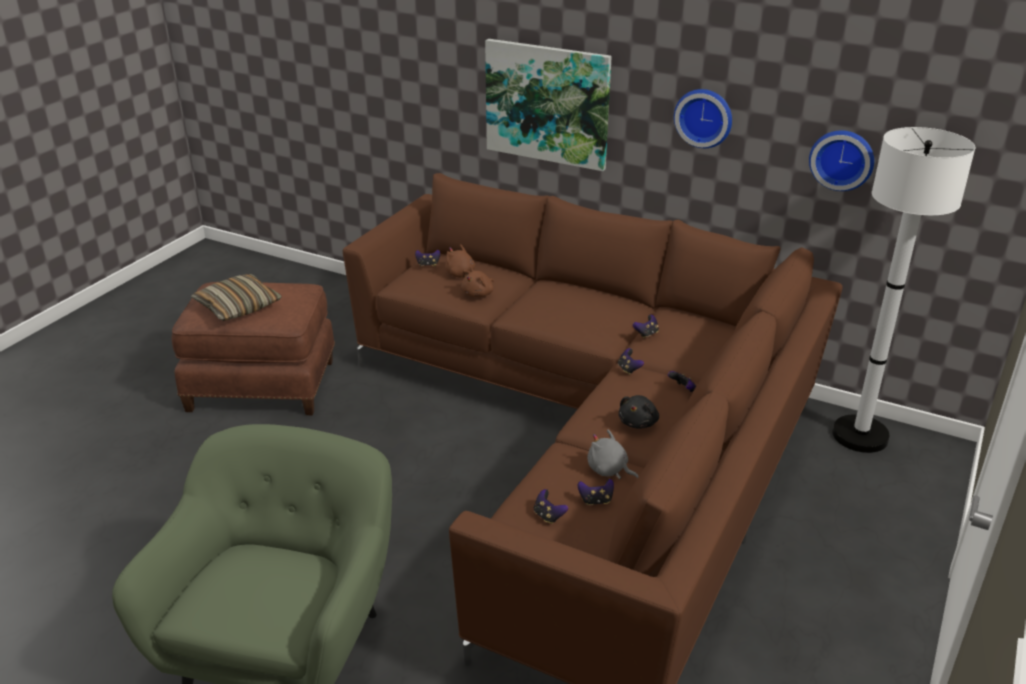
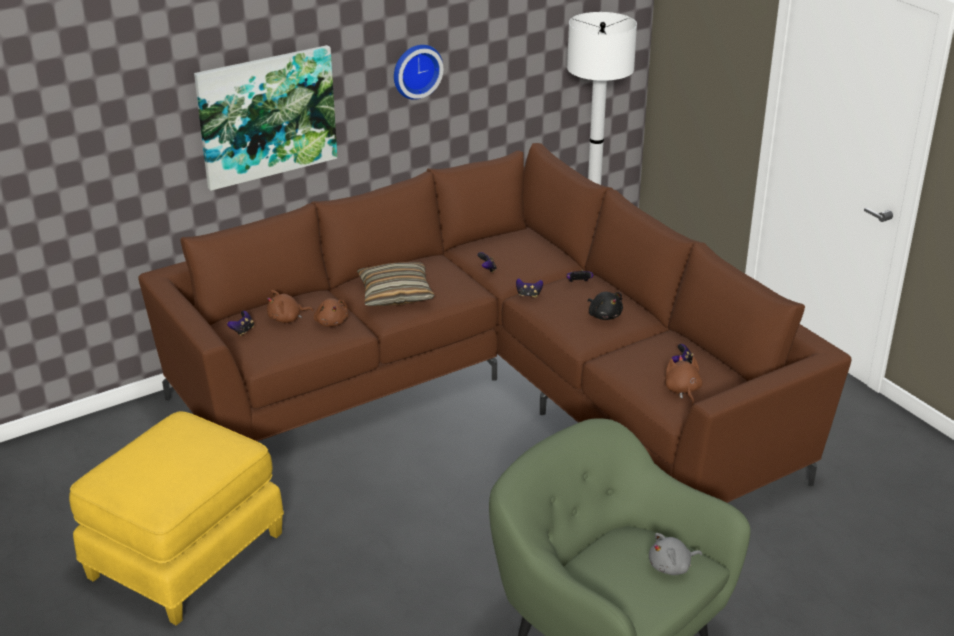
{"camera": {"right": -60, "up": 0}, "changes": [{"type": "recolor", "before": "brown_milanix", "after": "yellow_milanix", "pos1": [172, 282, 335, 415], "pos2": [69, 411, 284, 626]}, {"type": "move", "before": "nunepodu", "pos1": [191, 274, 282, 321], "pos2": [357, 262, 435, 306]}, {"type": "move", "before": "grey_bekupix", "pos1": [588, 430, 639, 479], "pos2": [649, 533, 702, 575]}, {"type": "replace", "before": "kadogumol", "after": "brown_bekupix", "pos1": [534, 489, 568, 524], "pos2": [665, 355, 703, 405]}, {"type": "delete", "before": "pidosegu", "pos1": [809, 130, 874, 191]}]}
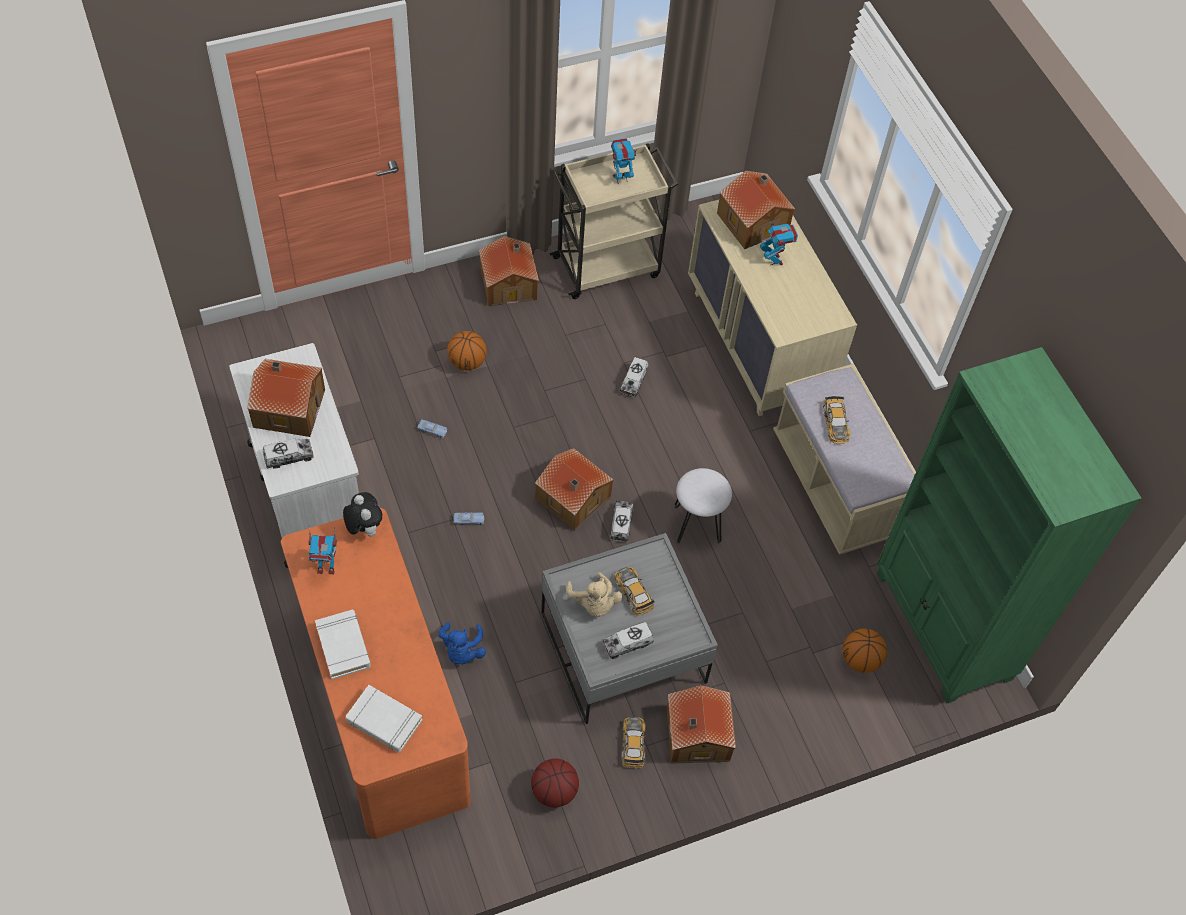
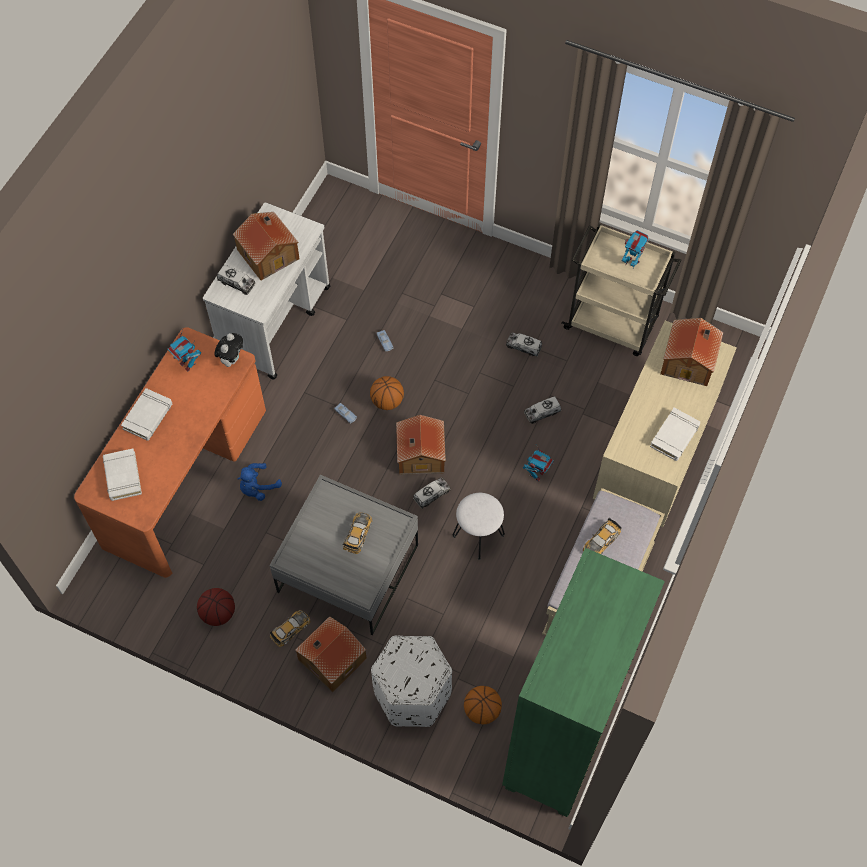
{"camera": {"right": 50, "up": 5}, "changes": [{"type": "move", "before": "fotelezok", "pos1": [447, 331, 487, 371], "pos2": [370, 376, 404, 410]}, {"type": "insert", "after": "white_milanix", "pos2": [371, 635, 452, 727]}, {"type": "move", "before": "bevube", "pos1": [602, 622, 654, 659], "pos2": [506, 333, 542, 357]}, {"type": "move", "before": "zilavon", "pos1": [760, 221, 798, 265], "pos2": [523, 448, 554, 482]}, {"type": "insert", "after": "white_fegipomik", "pos2": [650, 408, 700, 461]}, {"type": "delete", "before": "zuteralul", "pos1": [479, 236, 539, 307]}, {"type": "delete", "before": "beige_bekupix", "pos1": [566, 572, 623, 617]}]}
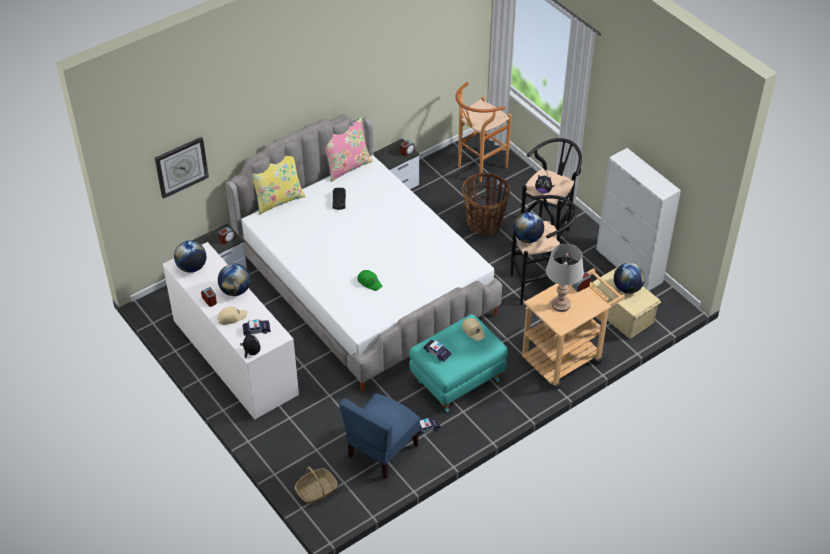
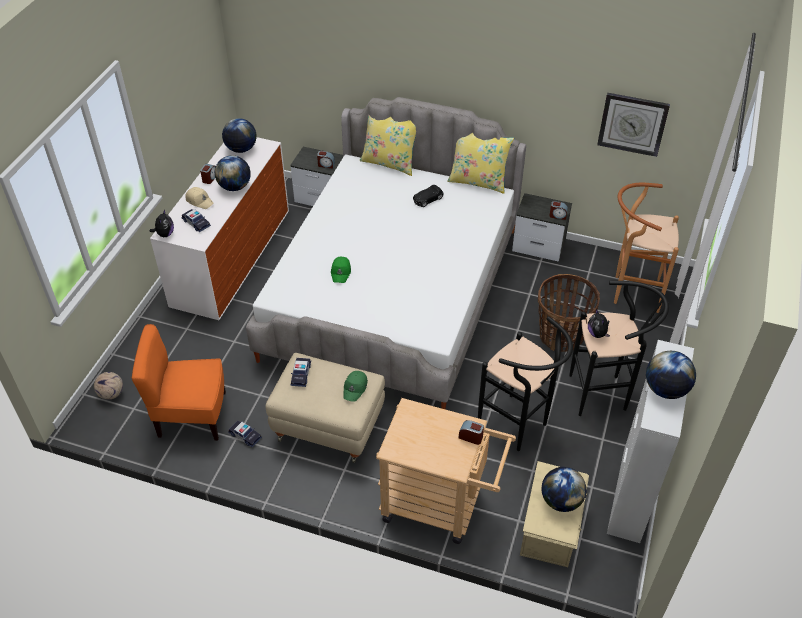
{"camera": {"right": 55, "up": 0}, "changes": [{"type": "replace", "before": "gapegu", "after": "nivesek", "pos1": [295, 466, 338, 504], "pos2": [94, 372, 123, 399]}, {"type": "recolor", "before": "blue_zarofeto", "after": "orange_zarofeto", "pos1": [339, 393, 420, 478], "pos2": [132, 324, 226, 441]}, {"type": "recolor", "before": "turquoise_milanix", "after": "beige_milanix", "pos1": [409, 314, 508, 412], "pos2": [265, 353, 385, 463]}, {"type": "recolor", "before": "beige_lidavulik", "after": "green_lidavulik", "pos1": [462, 318, 485, 341], "pos2": [344, 371, 368, 402]}, {"type": "recolor", "before": "pink_nunepodu", "after": "yellow_nunepodu", "pos1": [325, 117, 373, 182], "pos2": [447, 133, 514, 194]}, {"type": "move", "before": "pidosegu", "pos1": [155, 137, 209, 199], "pos2": [597, 93, 670, 157]}, {"type": "move", "before": "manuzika", "pos1": [513, 212, 544, 243], "pos2": [646, 351, 696, 399]}, {"type": "delete", "before": "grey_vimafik", "pos1": [546, 244, 584, 312]}]}
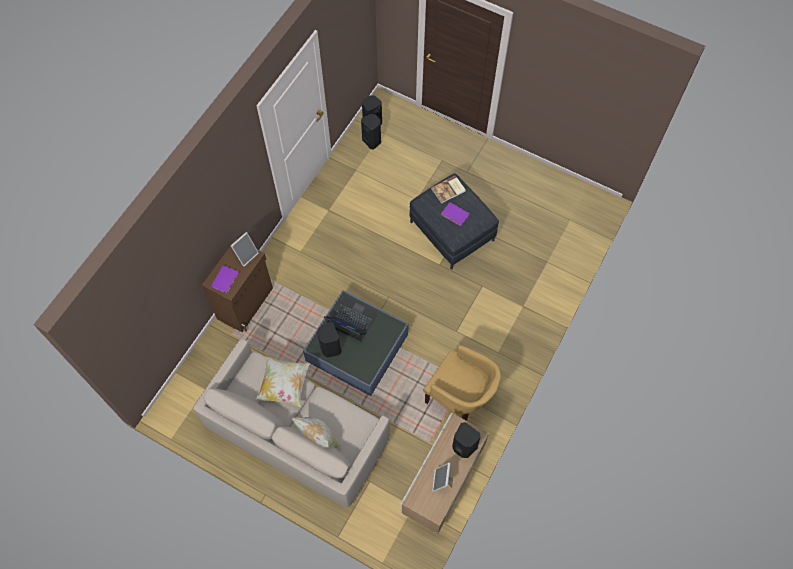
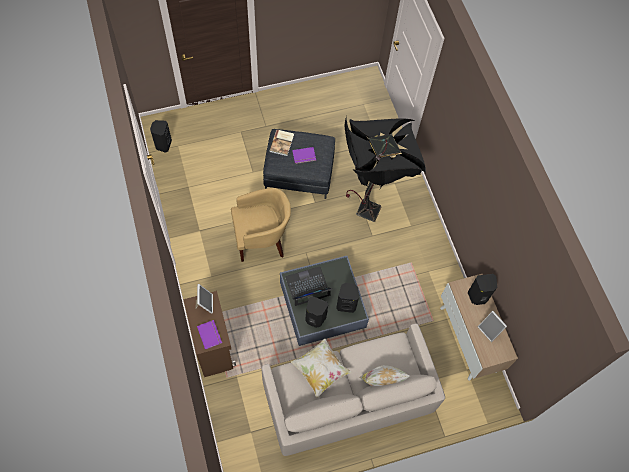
{"camera": {"right": -50, "up": 0}, "changes": [{"type": "move", "before": "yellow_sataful", "pos1": [423, 345, 501, 421], "pos2": [231, 188, 291, 262]}, {"type": "move", "before": "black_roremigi", "pos1": [361, 114, 381, 149], "pos2": [336, 283, 359, 313]}, {"type": "insert", "after": "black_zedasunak", "pos2": [344, 116, 426, 222]}]}
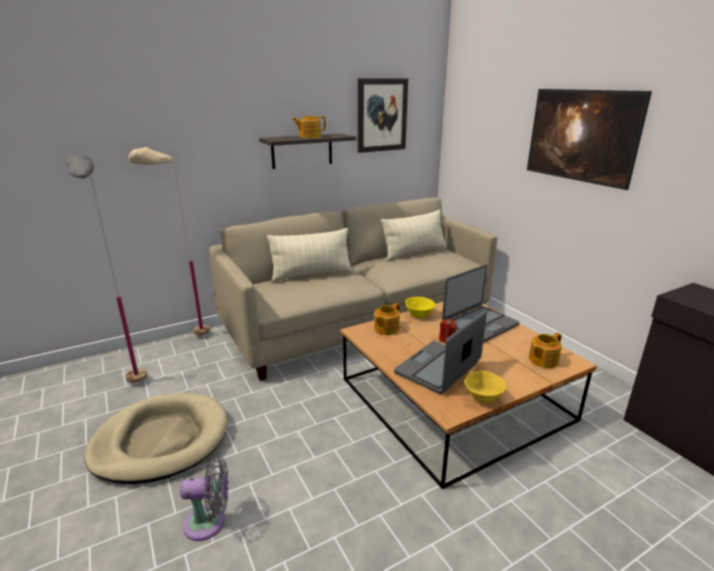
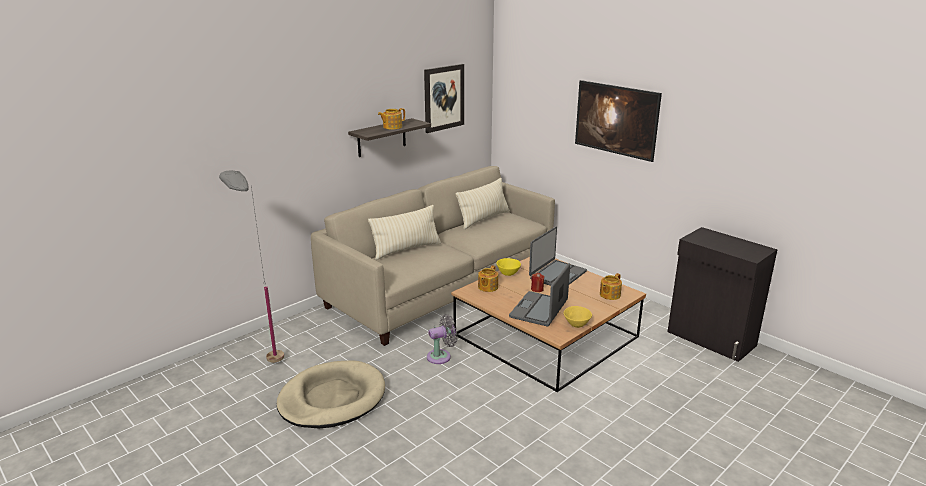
{"camera": {"right": -15, "up": 0}, "changes": [{"type": "move", "before": "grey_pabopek", "pos1": [180, 457, 229, 541], "pos2": [427, 315, 458, 364]}, {"type": "delete", "before": "beige_zedasunak", "pos1": [128, 147, 210, 336]}]}
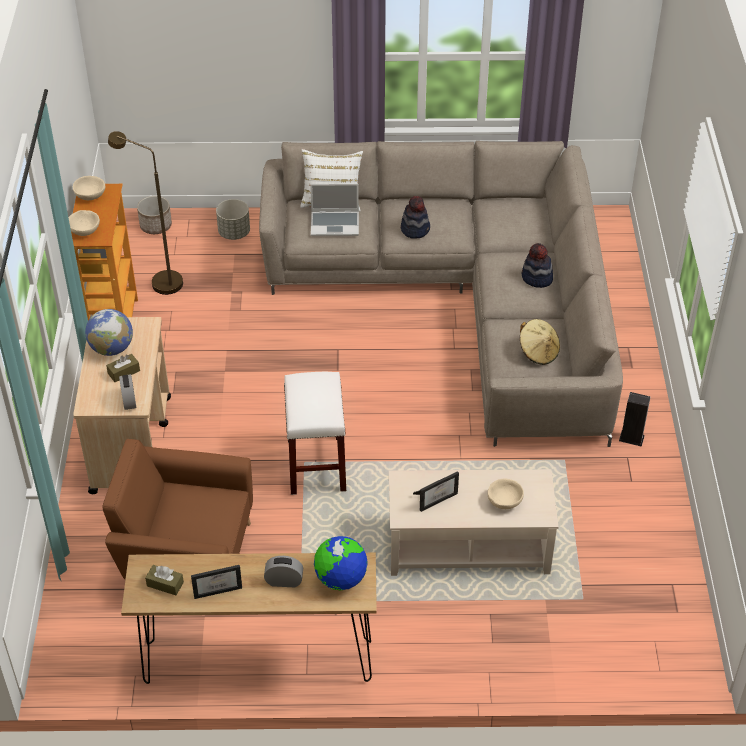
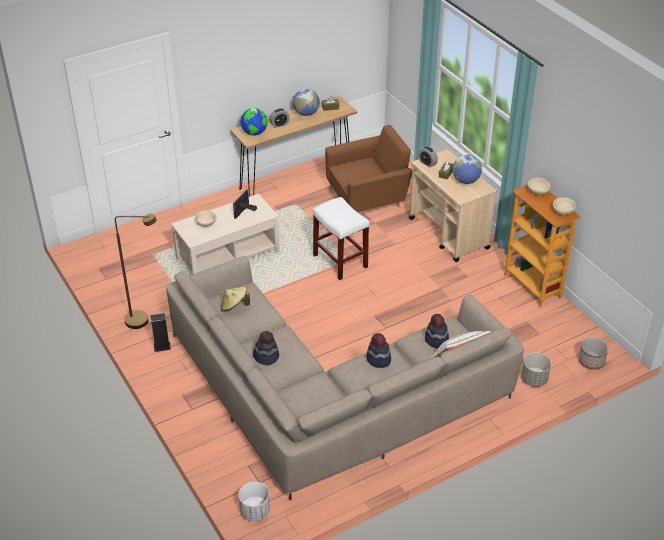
{"camera": {"right": 150, "up": -5}, "changes": [{"type": "move", "before": "brown_zedasunak", "pos1": [108, 131, 183, 295], "pos2": [115, 213, 157, 329]}, {"type": "insert", "after": "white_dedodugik", "pos2": [239, 482, 270, 521]}, {"type": "replace", "before": "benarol", "after": "manuzika", "pos1": [191, 565, 242, 599], "pos2": [293, 89, 320, 116]}, {"type": "replace", "before": "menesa", "after": "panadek", "pos1": [310, 184, 359, 236], "pos2": [425, 314, 449, 348]}]}
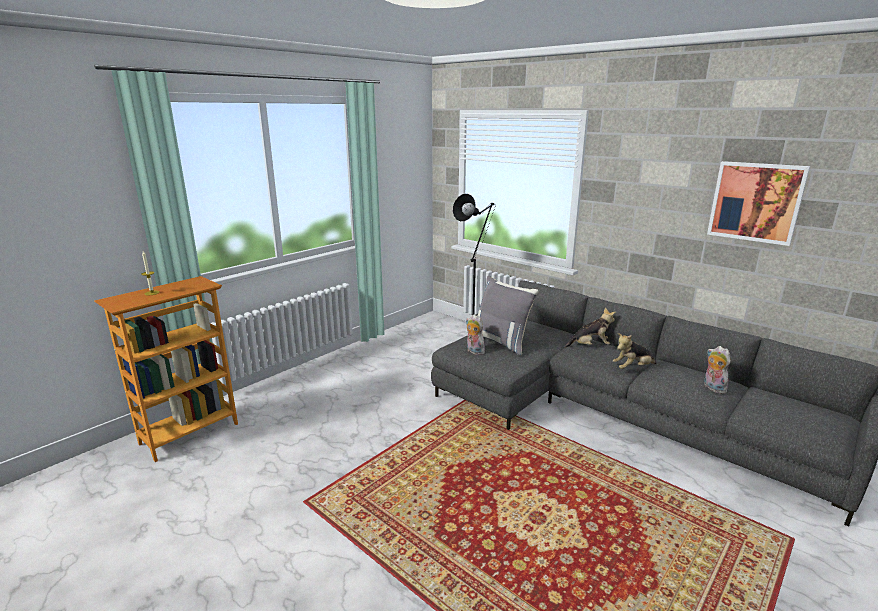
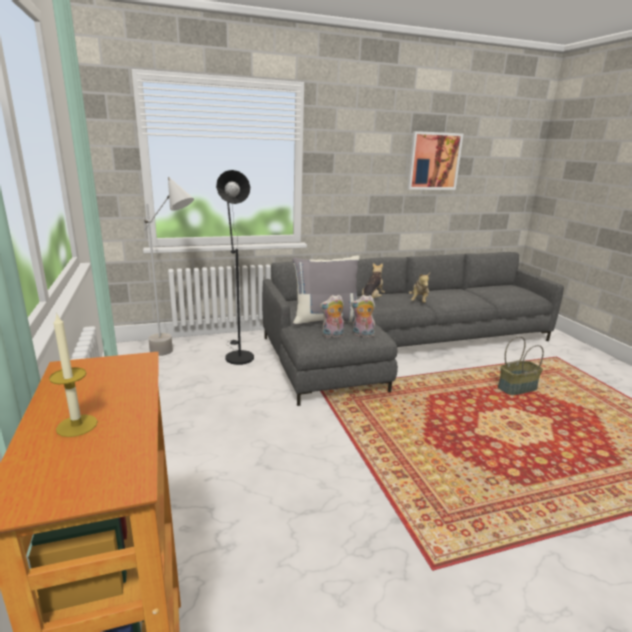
{"camera": {"right": -60, "up": 0}, "changes": [{"type": "insert", "after": "grey_zedasunak", "pos2": [143, 177, 194, 356]}, {"type": "move", "before": "bekupix", "pos1": [704, 346, 731, 394], "pos2": [351, 295, 375, 338]}, {"type": "insert", "after": "gapegu", "pos2": [498, 336, 544, 395]}]}
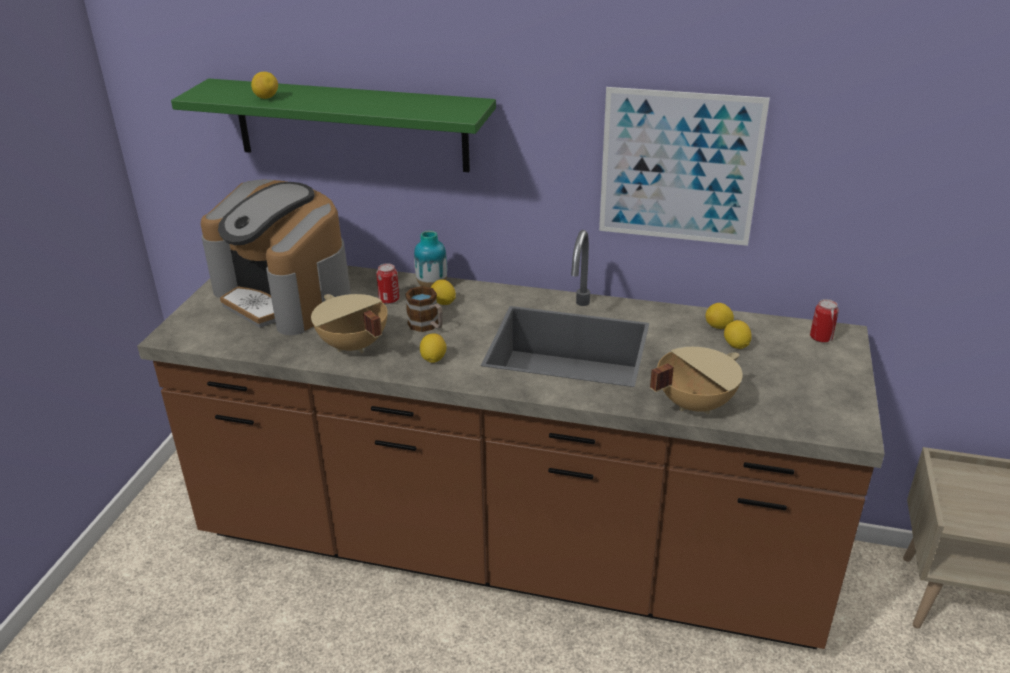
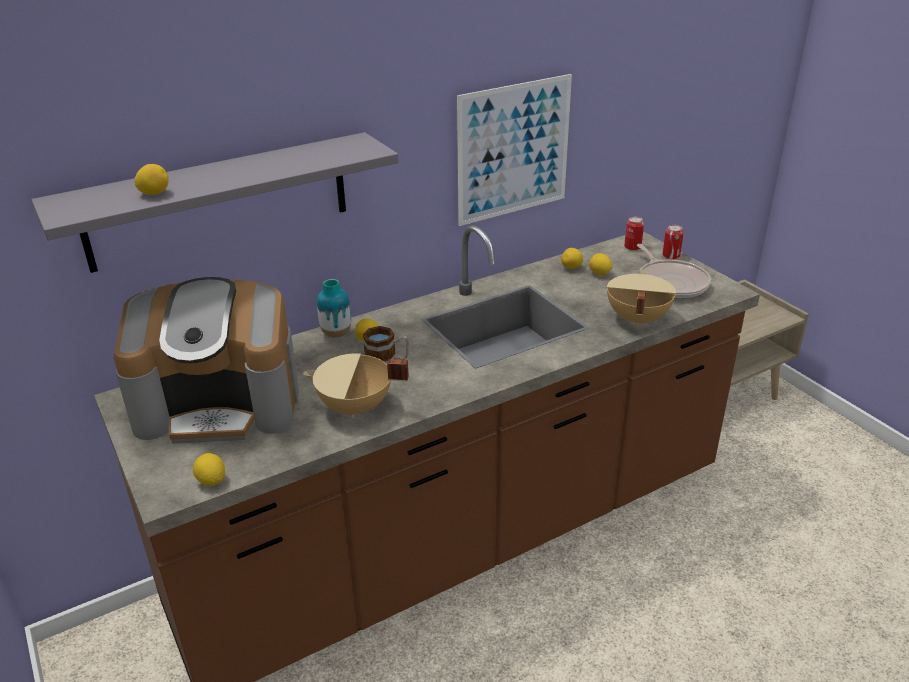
{"camera": {"right": -45, "up": 0}, "changes": [{"type": "recolor", "before": "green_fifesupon", "after": "grey_fifesupon", "pos1": [171, 78, 496, 172], "pos2": [31, 132, 399, 273]}, {"type": "move", "before": "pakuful", "pos1": [420, 334, 447, 363], "pos2": [193, 453, 225, 486]}, {"type": "insert", "after": "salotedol", "pos2": [637, 244, 711, 299]}, {"type": "move", "before": "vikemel", "pos1": [376, 263, 399, 304], "pos2": [663, 225, 683, 259]}]}
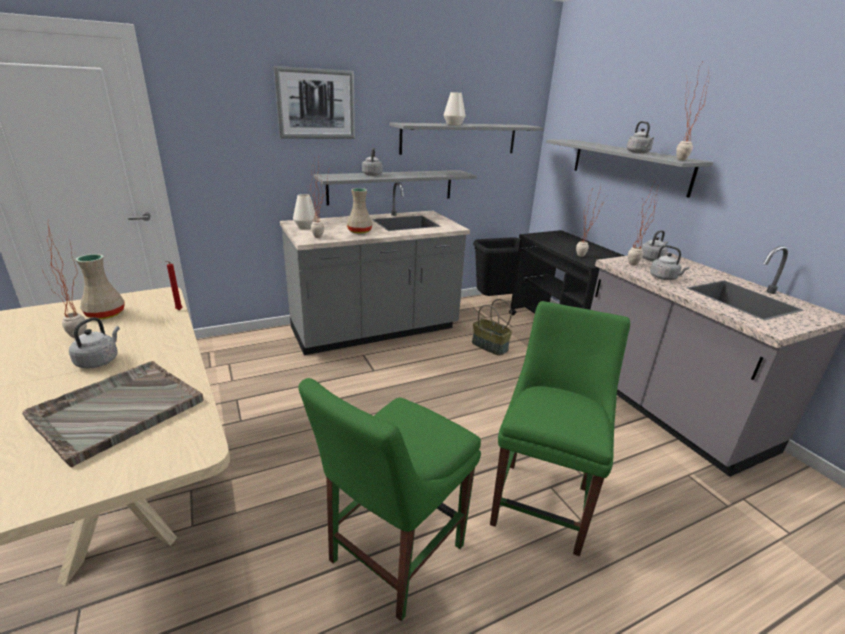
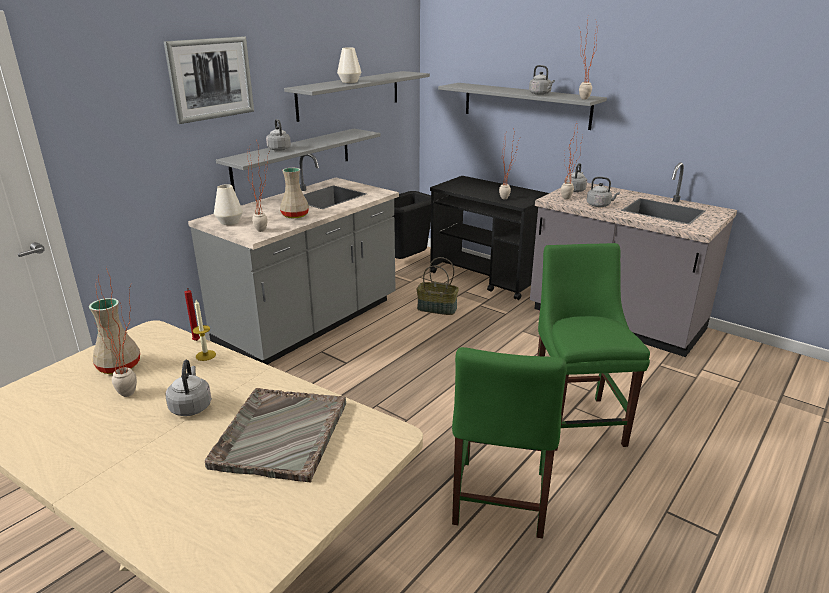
{"camera": {"right": -25, "up": 0}, "changes": [{"type": "insert", "after": "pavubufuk", "pos2": [193, 300, 216, 361]}]}
